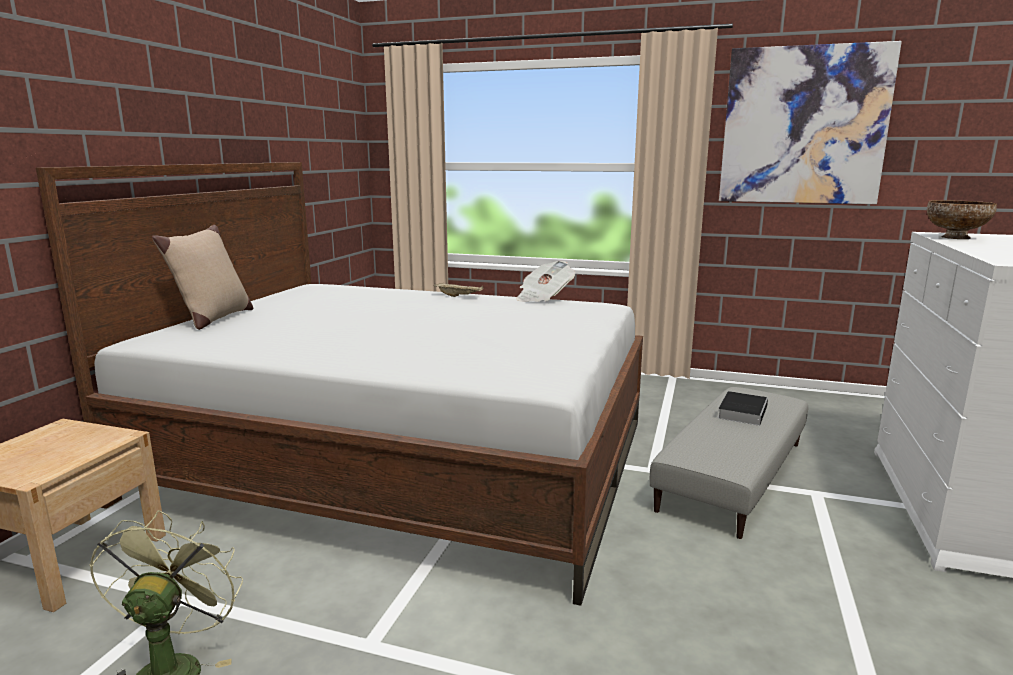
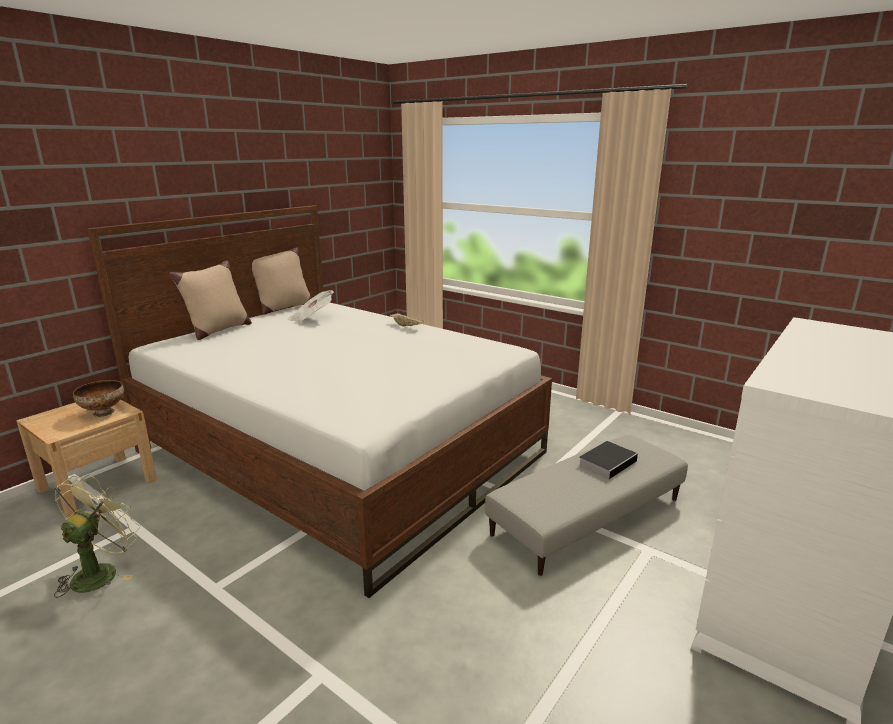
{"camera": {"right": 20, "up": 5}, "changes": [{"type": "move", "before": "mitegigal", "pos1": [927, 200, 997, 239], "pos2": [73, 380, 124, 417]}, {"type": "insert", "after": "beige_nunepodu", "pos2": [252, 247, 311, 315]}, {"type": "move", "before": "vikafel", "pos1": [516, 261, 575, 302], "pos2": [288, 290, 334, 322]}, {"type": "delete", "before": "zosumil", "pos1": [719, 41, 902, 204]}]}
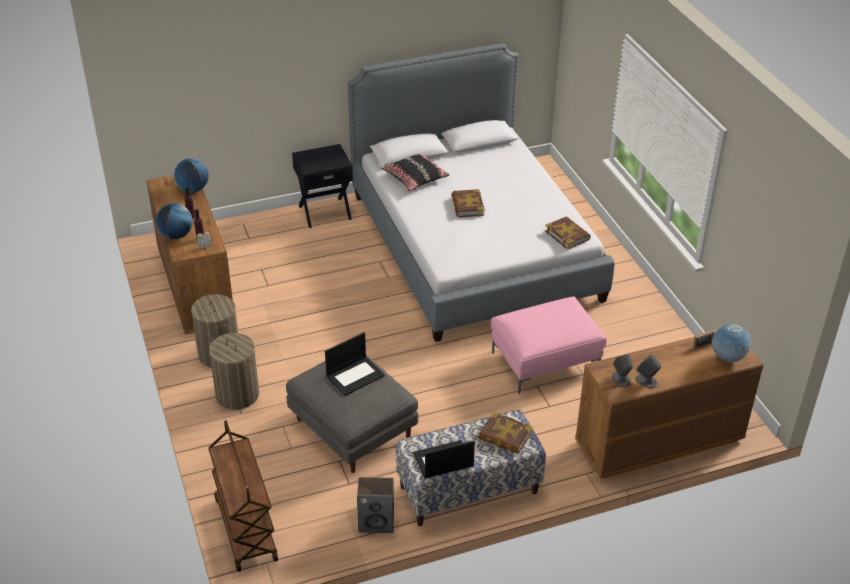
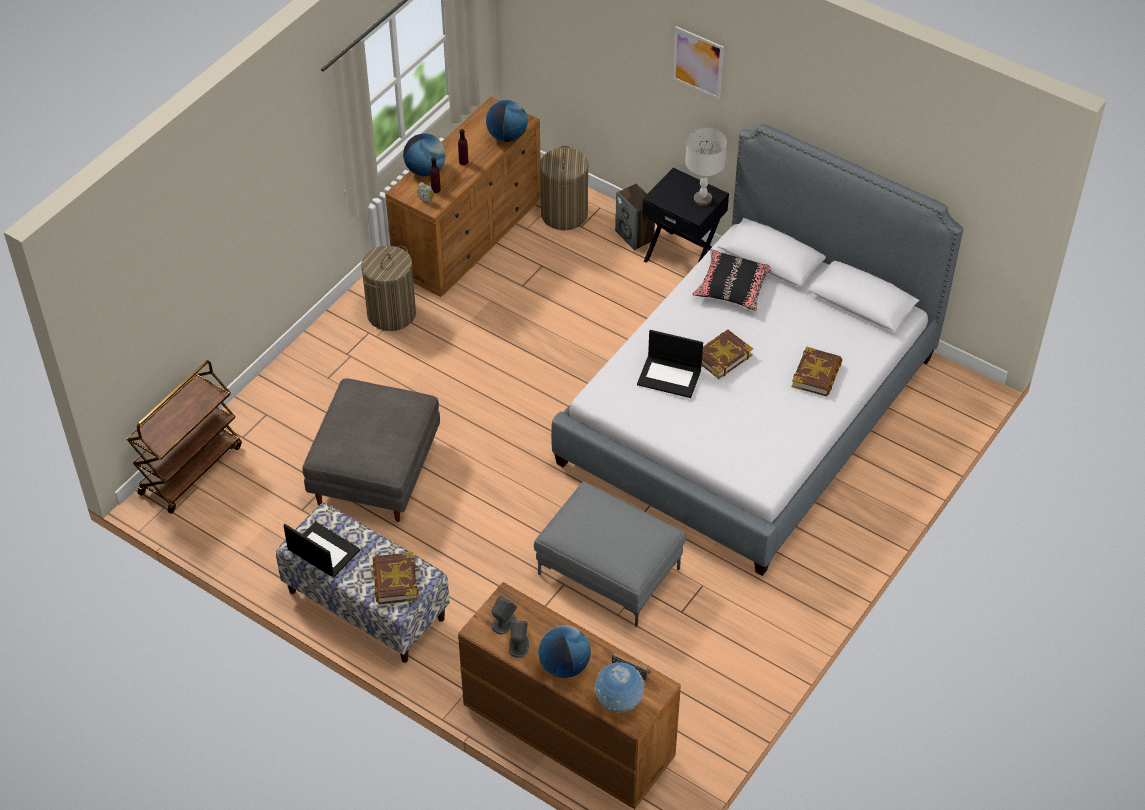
{"camera": {"right": 55, "up": 10}, "changes": [{"type": "recolor", "before": "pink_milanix", "after": "grey_milanix", "pos1": [491, 296, 607, 394], "pos2": [534, 481, 686, 627]}, {"type": "insert", "after": "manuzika", "pos2": [538, 625, 591, 678]}, {"type": "move", "before": "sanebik", "pos1": [209, 333, 259, 410], "pos2": [540, 146, 589, 230]}, {"type": "move", "before": "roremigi", "pos1": [357, 477, 394, 533], "pos2": [615, 183, 655, 250]}, {"type": "move", "before": "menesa", "pos1": [325, 332, 385, 396], "pos2": [637, 330, 703, 398]}, {"type": "insert", "after": "zosumil", "pos2": [673, 26, 724, 99]}, {"type": "insert", "after": "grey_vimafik", "pos2": [685, 128, 727, 206]}, {"type": "move", "before": "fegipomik", "pos1": [545, 216, 591, 250], "pos2": [792, 346, 842, 396]}]}
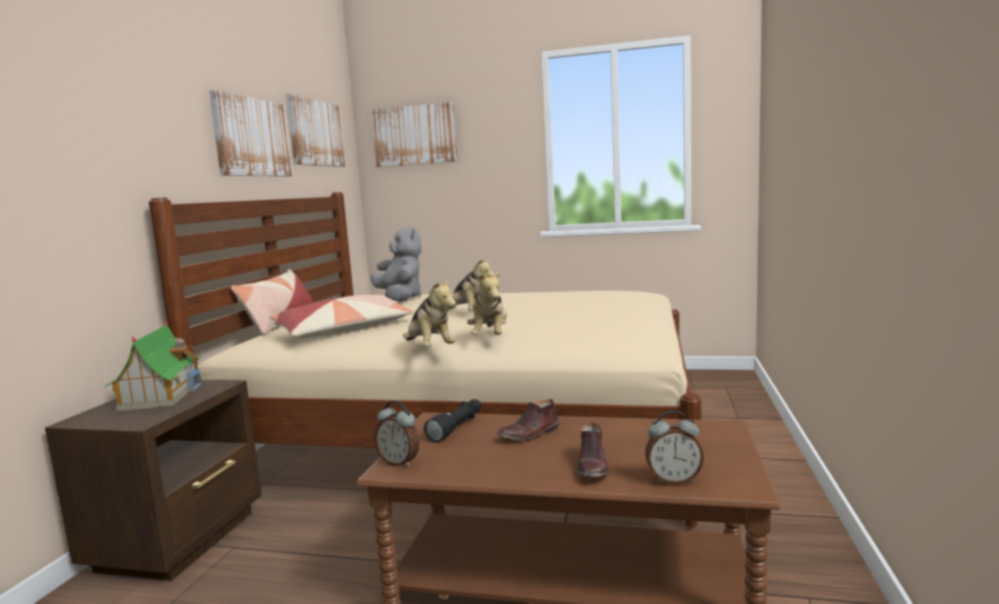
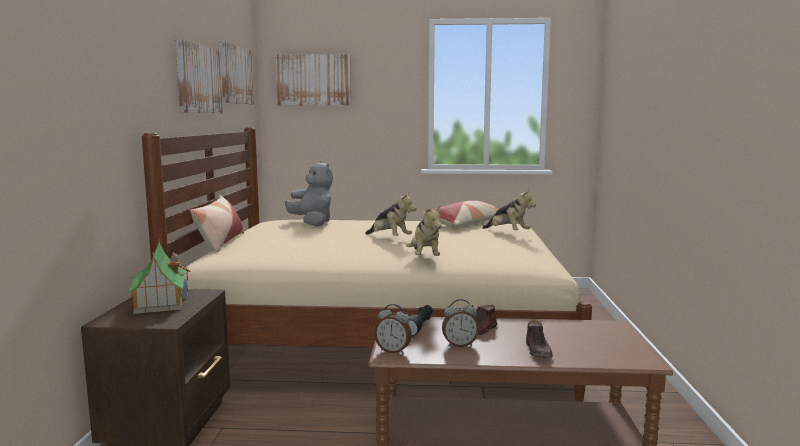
{"camera": {"right": -10, "up": 0}, "changes": [{"type": "move", "before": "nunepodu", "pos1": [269, 295, 413, 338], "pos2": [423, 201, 498, 227]}, {"type": "move", "before": "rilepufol", "pos1": [645, 410, 704, 485], "pos2": [442, 299, 479, 347]}, {"type": "move", "before": "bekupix", "pos1": [403, 277, 456, 347], "pos2": [482, 190, 536, 230]}]}
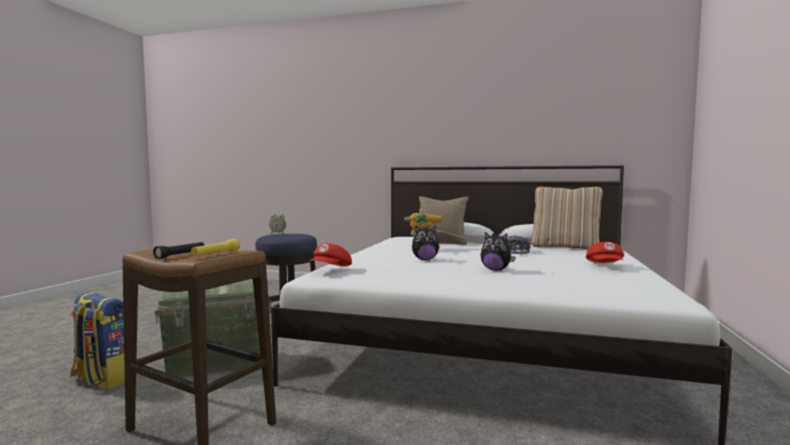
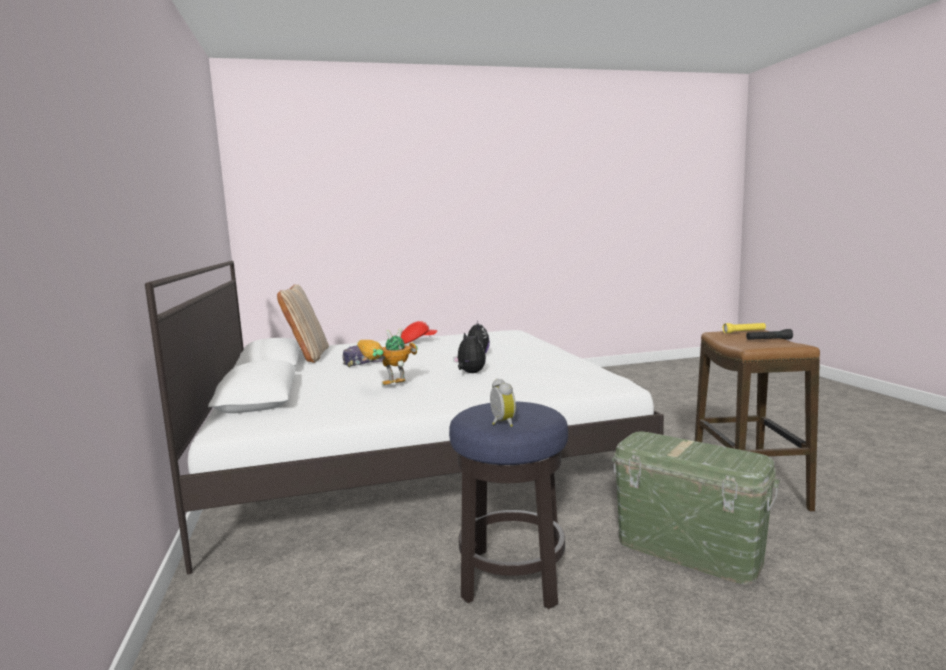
{"camera": {"right": -120, "up": 5}, "changes": [{"type": "delete", "before": "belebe", "pos1": [70, 292, 125, 390]}, {"type": "delete", "before": "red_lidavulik", "pos1": [309, 243, 352, 266]}, {"type": "delete", "before": "beige_nunepodu", "pos1": [419, 196, 468, 245]}]}
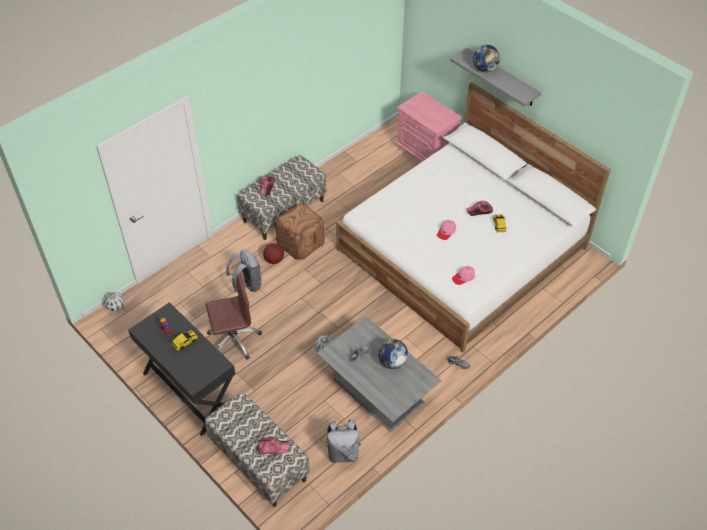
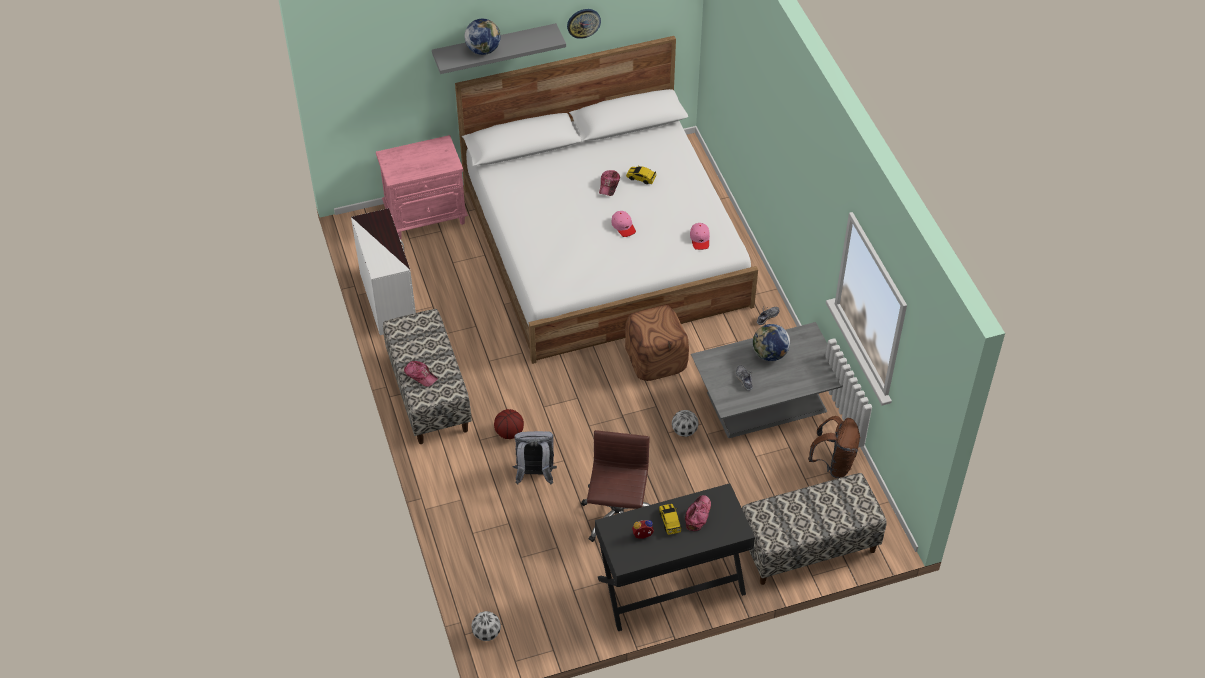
{"camera": {"right": -65, "up": 0}, "changes": [{"type": "insert", "after": "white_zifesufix", "pos2": [351, 208, 416, 335]}, {"type": "insert", "after": "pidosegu", "pos2": [567, 9, 601, 39]}, {"type": "move", "before": "brown_milanix", "pos1": [275, 204, 325, 260], "pos2": [625, 305, 689, 381]}, {"type": "move", "before": "lidavulik", "pos1": [257, 437, 289, 454], "pos2": [685, 495, 711, 531]}, {"type": "recolor", "before": "grey_belebe", "after": "brown_belebe", "pos1": [326, 419, 361, 463], "pos2": [808, 416, 861, 478]}]}
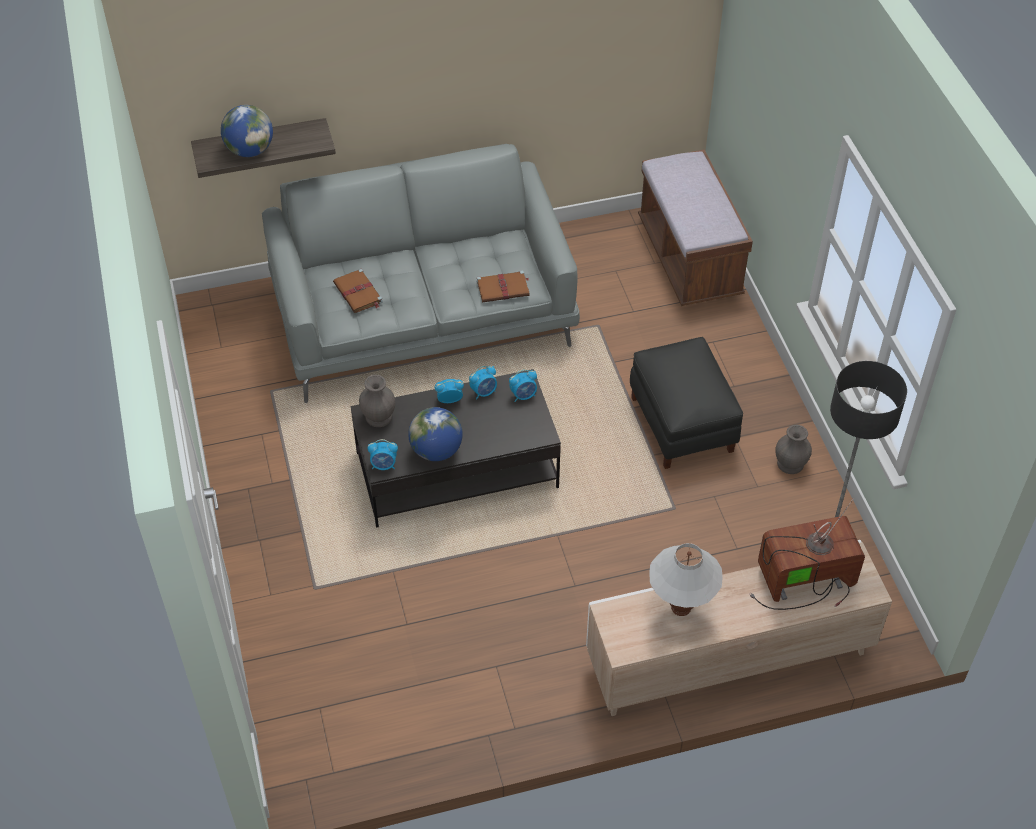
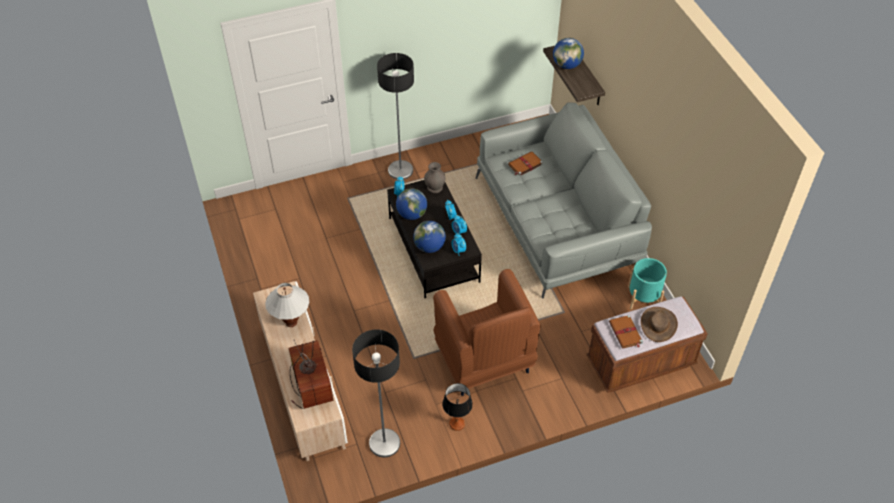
{"camera": {"right": 85, "up": 0}, "changes": [{"type": "insert", "after": "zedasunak", "pos2": [377, 53, 414, 179]}, {"type": "insert", "after": "manuzika", "pos2": [413, 221, 446, 253]}, {"type": "replace", "before": "black_milanix", "after": "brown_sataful", "pos1": [630, 337, 743, 469], "pos2": [433, 269, 541, 396]}, {"type": "replace", "before": "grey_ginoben", "after": "vimafik", "pos1": [775, 425, 812, 474], "pos2": [442, 383, 473, 431]}, {"type": "move", "before": "brown_fegipomik", "pos1": [477, 271, 530, 302], "pos2": [609, 315, 643, 348]}, {"type": "insert", "after": "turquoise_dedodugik", "pos2": [628, 258, 667, 309]}, {"type": "insert", "after": "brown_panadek", "pos2": [641, 307, 678, 342]}]}
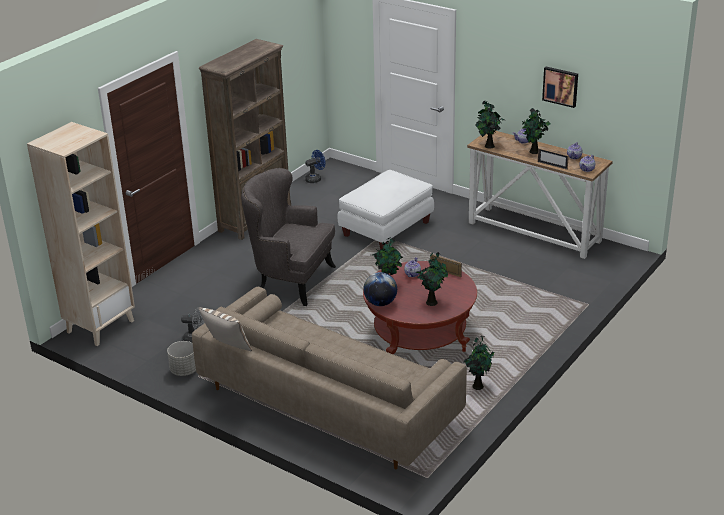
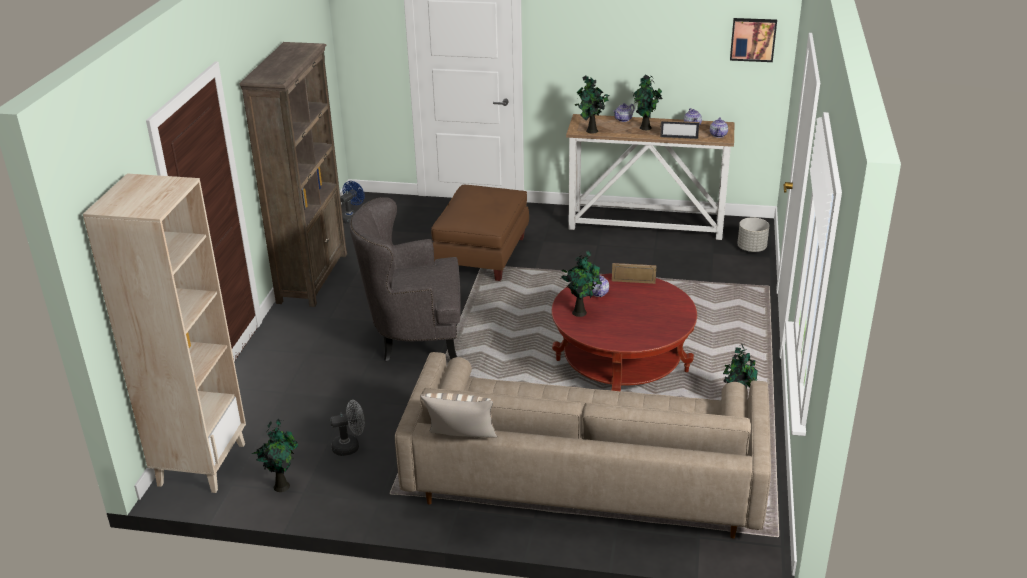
{"camera": {"right": -25, "up": 0}, "changes": [{"type": "move", "before": "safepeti", "pos1": [415, 252, 448, 306], "pos2": [252, 419, 298, 492]}, {"type": "recolor", "before": "white_milanix", "after": "brown_milanix", "pos1": [338, 170, 434, 250], "pos2": [431, 185, 529, 281]}, {"type": "move", "before": "zosumil", "pos1": [542, 67, 578, 108], "pos2": [730, 18, 777, 62]}, {"type": "move", "before": "grey_dedodugik", "pos1": [167, 341, 196, 376], "pos2": [737, 217, 769, 252]}, {"type": "delete", "before": "manuzika", "pos1": [363, 272, 397, 306]}]}
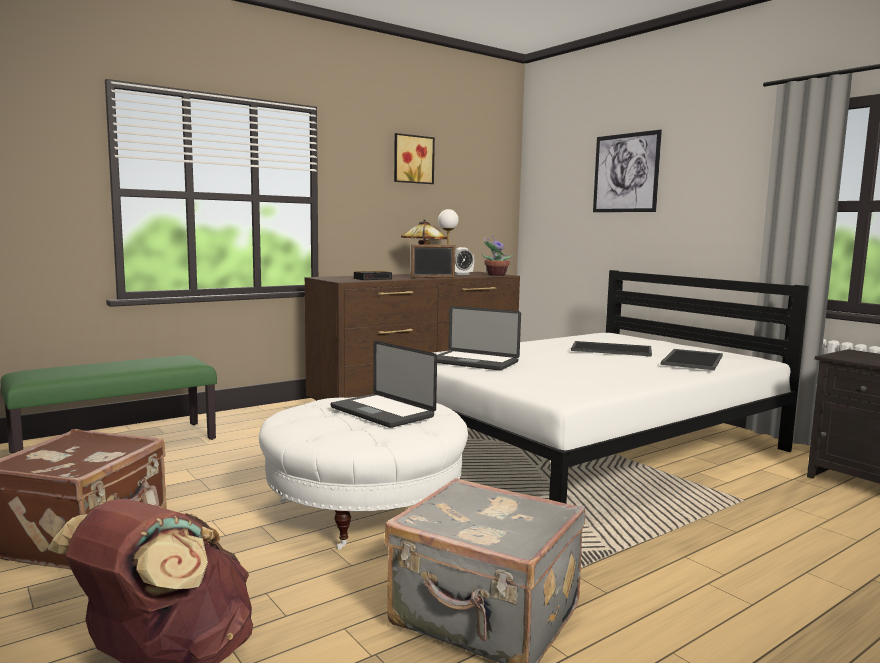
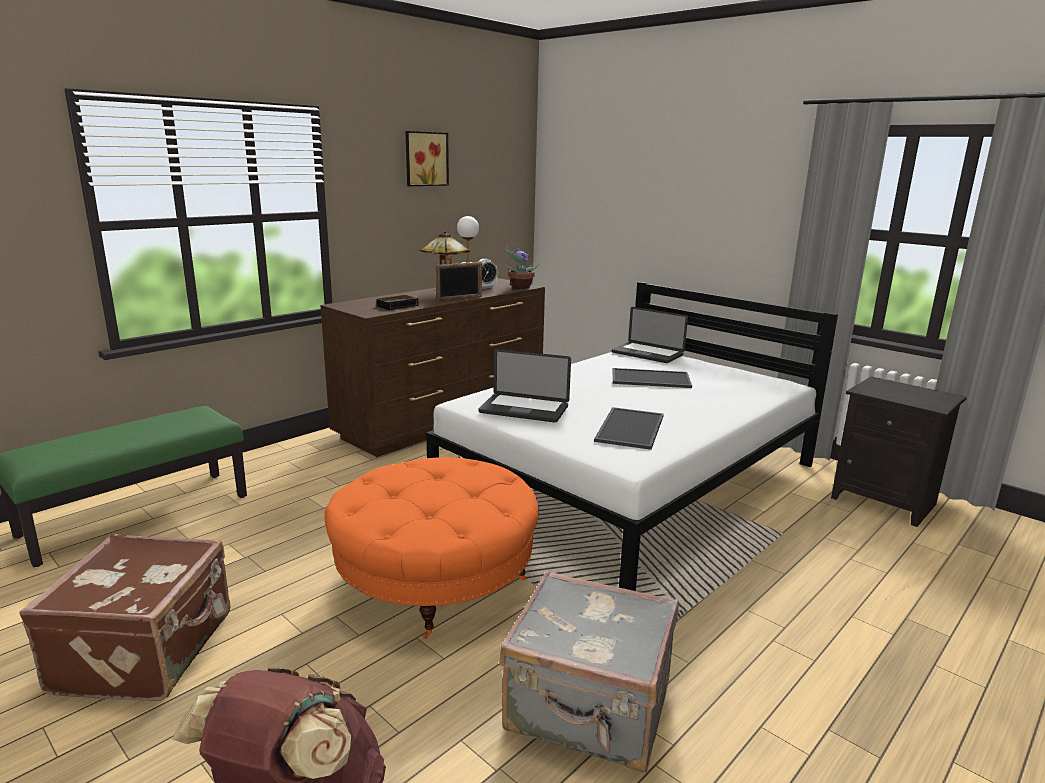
{"camera": {"right": -10, "up": 10}, "changes": [{"type": "recolor", "before": "white_milanix", "after": "orange_milanix", "pos1": [259, 397, 468, 549], "pos2": [324, 457, 539, 639]}, {"type": "move", "before": "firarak", "pos1": [661, 349, 723, 370], "pos2": [594, 407, 664, 450]}, {"type": "move", "before": "menesa", "pos1": [331, 341, 437, 428], "pos2": [612, 307, 688, 363]}, {"type": "delete", "before": "zosumil", "pos1": [593, 130, 662, 212]}]}
